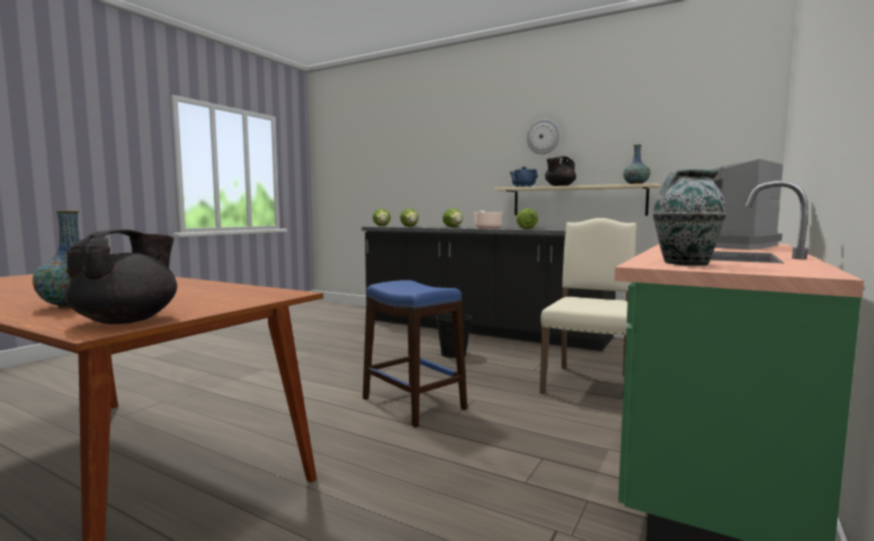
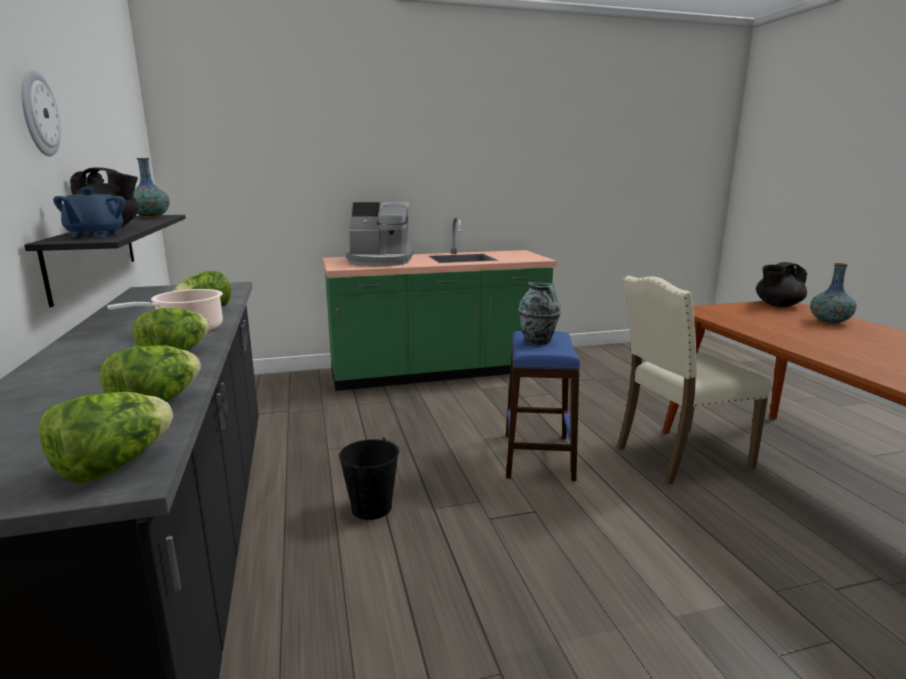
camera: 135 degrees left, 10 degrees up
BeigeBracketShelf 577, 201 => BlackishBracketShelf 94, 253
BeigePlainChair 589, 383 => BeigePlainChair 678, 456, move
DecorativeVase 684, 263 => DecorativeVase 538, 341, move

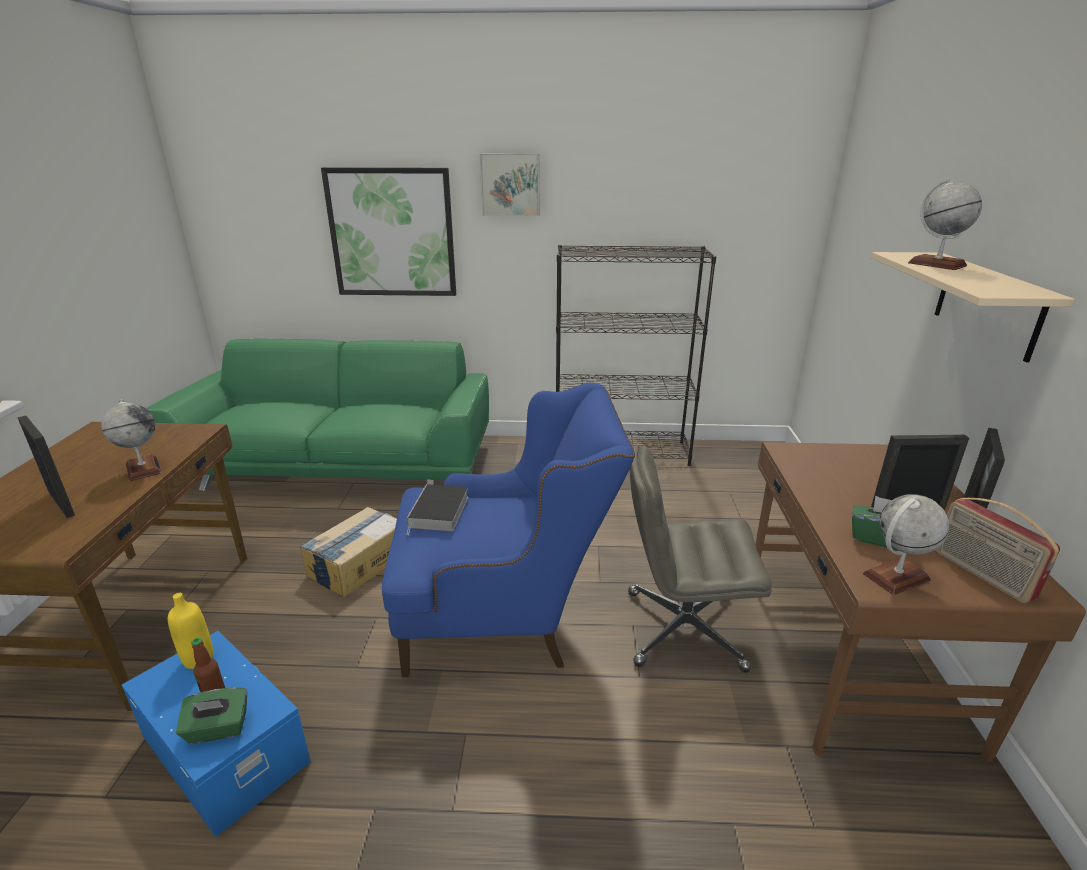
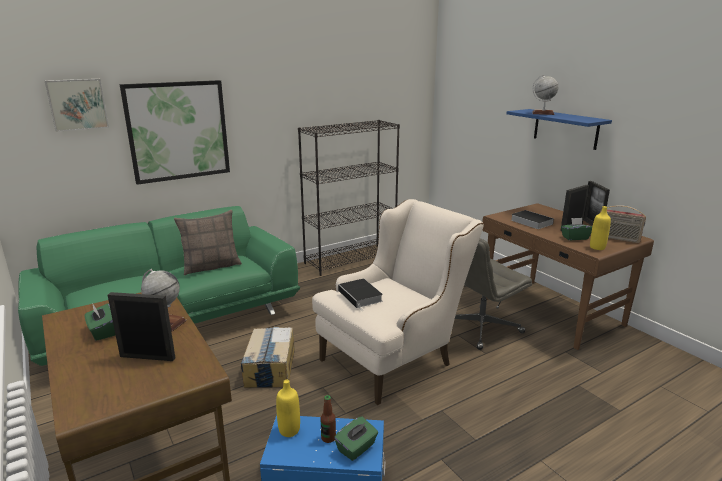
camera: 35 degrees left, 5 degrees down
BlueColouredLoungeChair 505, 617 => BeigeLoungeChair 394, 357
Picture 510, 184 => Picture 77, 104, move
WorldGlobe 896, 577 => YellowBottle 597, 247
BeigeBracketShelf 987, 304 => BlueColouredBracketShelf 565, 129
nothing => GreenColouredTissueHolder 102, 331
nothing => Cushion 211, 266
nothing => BoundBook 530, 221

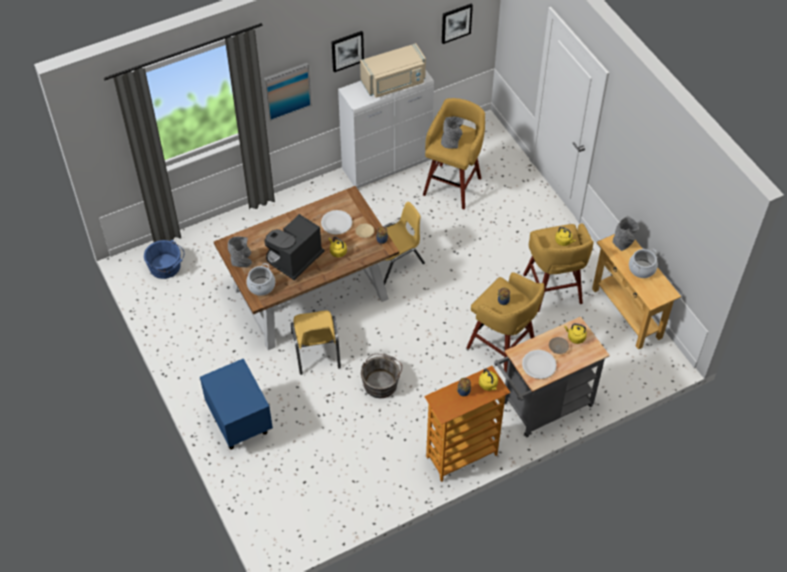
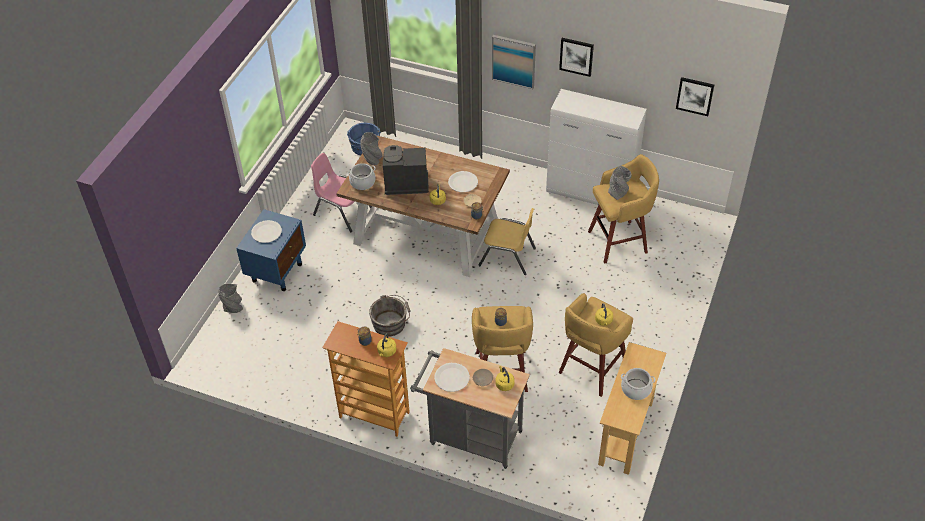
camera: 50 degrees right, 5 degrees down
YellowPlainChair 316, 350 => nothing
BeigeKitchenMicrowave 394, 83 => nothing
GreyDecorativeVase 623, 243 => GreyDecorativeVase 233, 308, move
nothing => WhitishPlate 266, 232
nothing => PinkPlainChair 342, 211

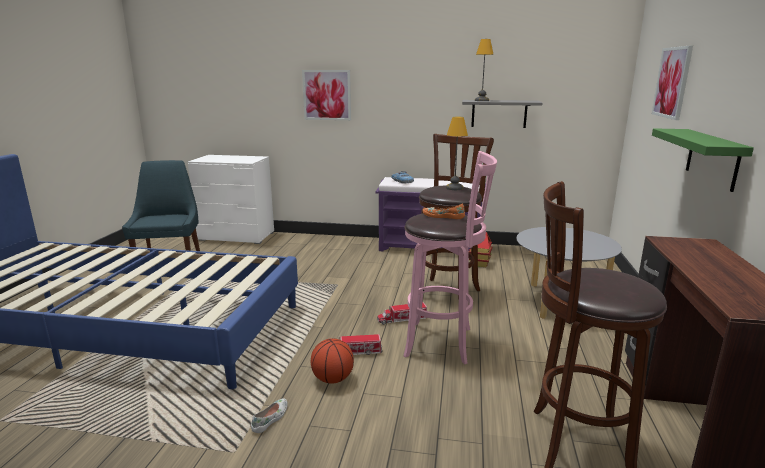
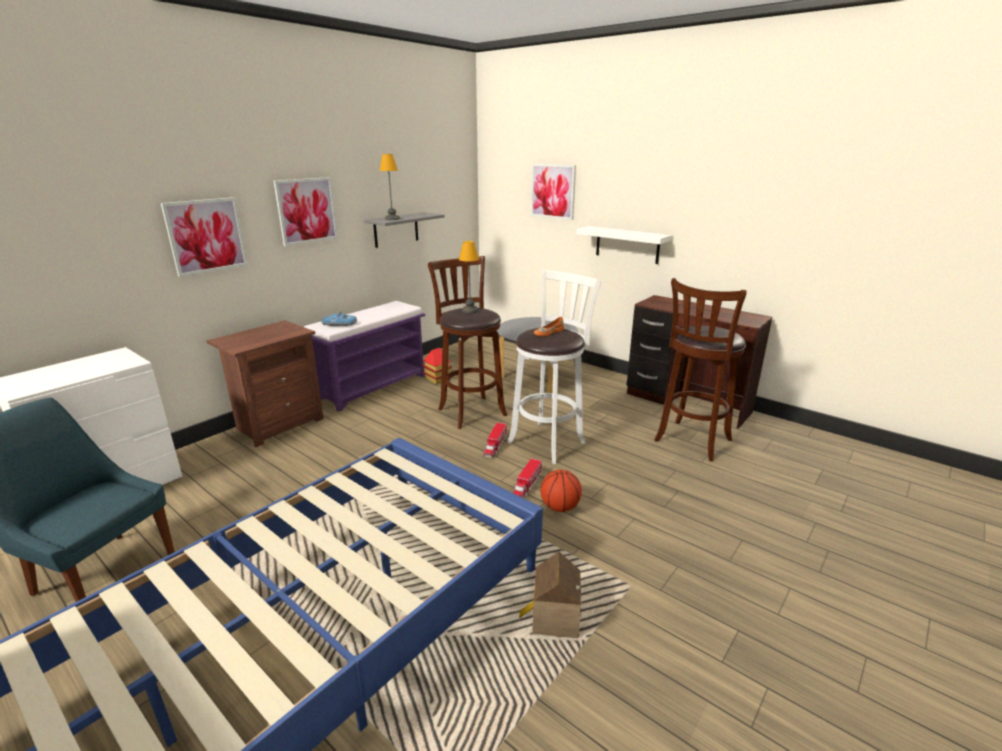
camera: 60 degrees left, 5 degrees up
WhitishShoe 271, 419 => nothing
PinkStool 443, 342 => WhitishStool 548, 441
GreenColouredBracketShelf 712, 158 => WhitishBracketShelf 627, 244
nothing => BrownColouredBedsideTable 278, 424
nothing => Picture 306, 210
nothing => ModelHouse 552, 619

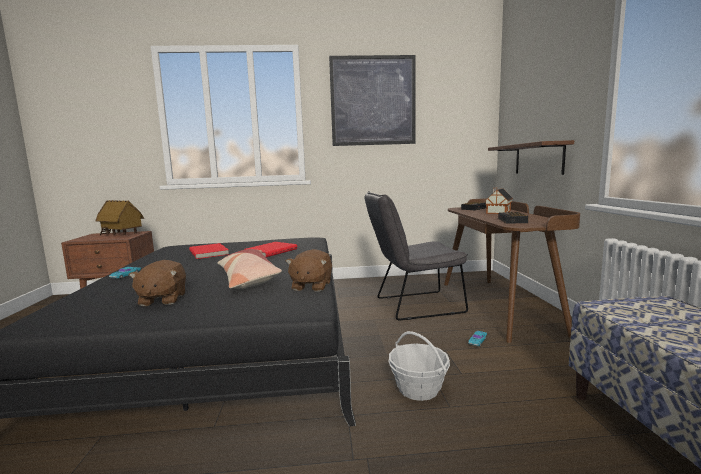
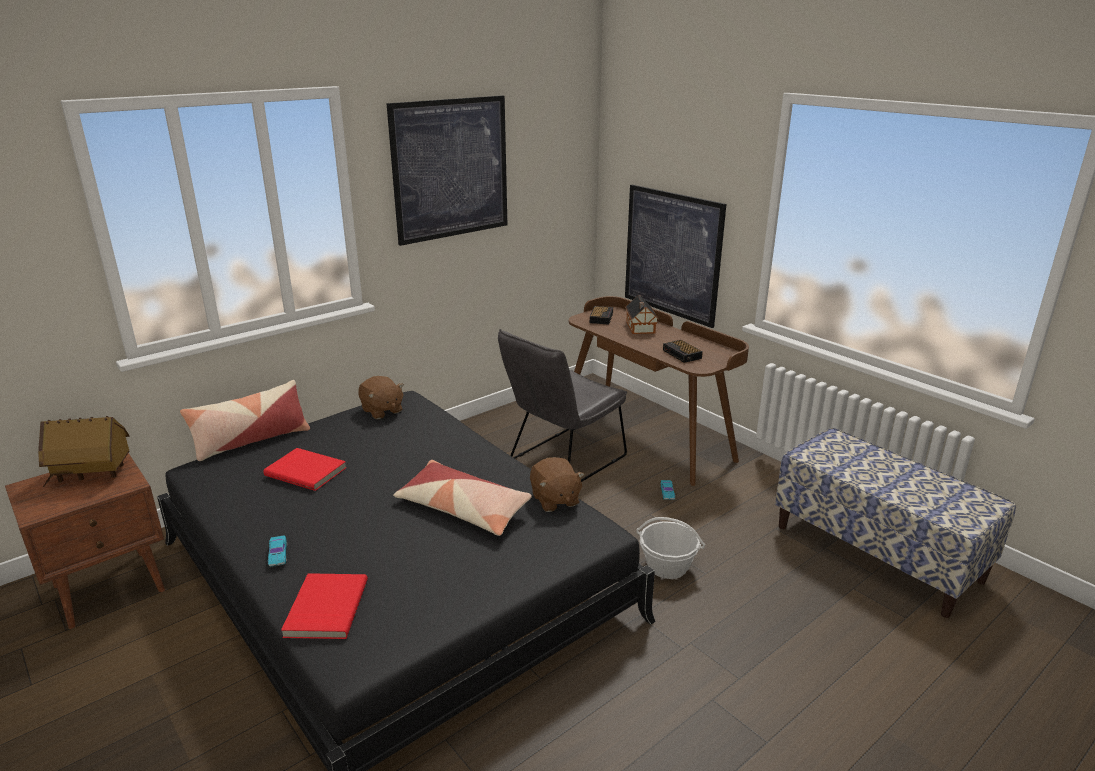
camera: 35 degrees left, 15 degrees up
BrownColouredSoftToy 162, 300 => BrownColouredSoftToy 382, 411, move
RedBoundBook 270, 251 => RedBoundBook 325, 608, move
BrownColouredBracketShelf 538, 159 => Picture 672, 254
nothing => Cushion 251, 440

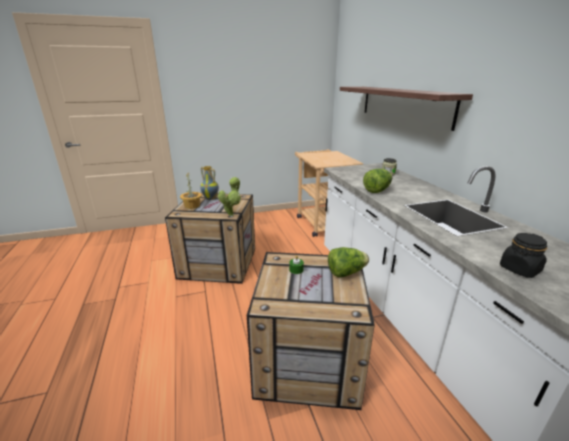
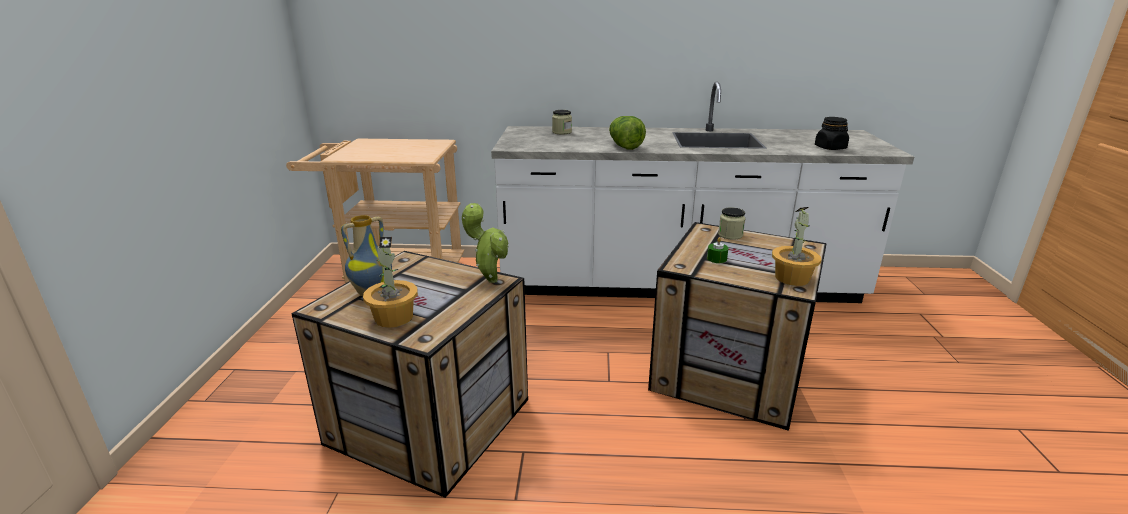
camera: 70 degrees left, 0 degrees up
HeadOfLettuce 346, 272 => Jar 730, 235
BracketShelf 403, 105 => nothing
nothing => Houseplant 792, 278

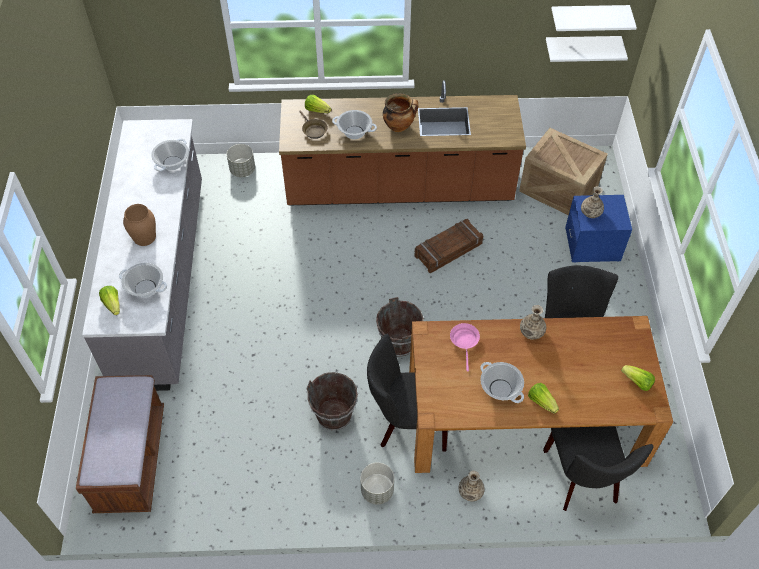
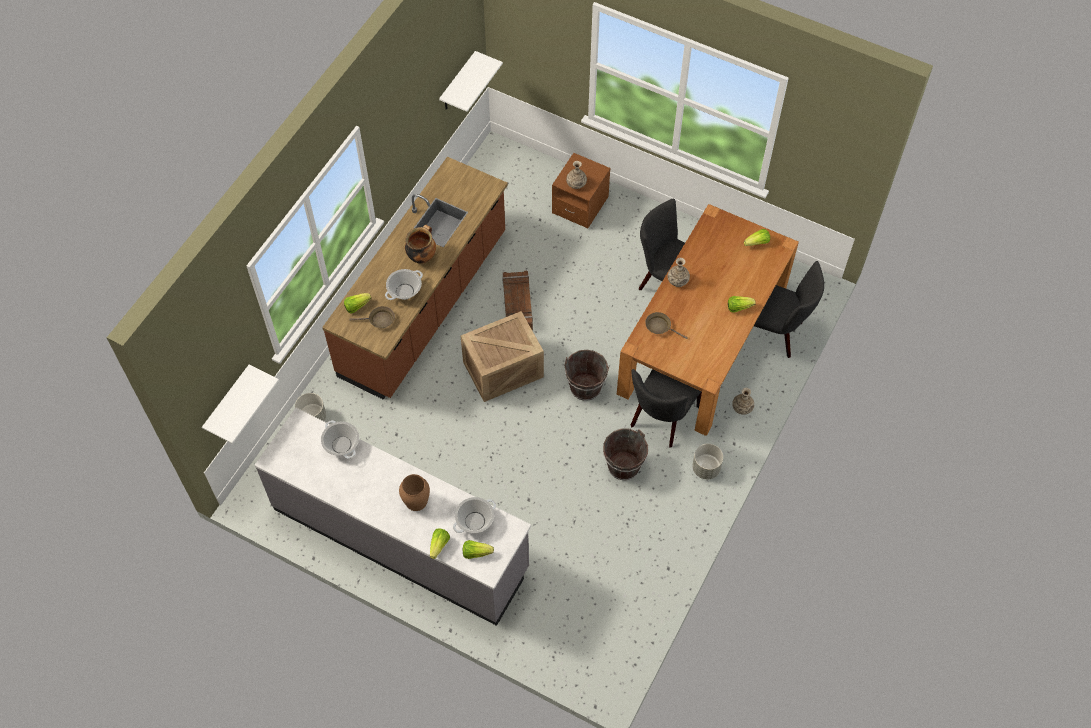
camera: 60 degrees left, 5 degrees up
BrownColouredIndoorBench 131, 460 => nothing
PinkPan 464, 341 => BrownColouredPan 660, 326
Saucepot 500, 389 => nothing
ShippingCrate 557, 189 => ShippingCrate 502, 370, move
WhitishBracketShelf 588, 17 => WhitishBracketShelf 228, 402, move
BlueColouredBedsideTable 592, 245 => BrownColouredBedsideTable 580, 205
nothing => HeadOfLettuce 439, 545

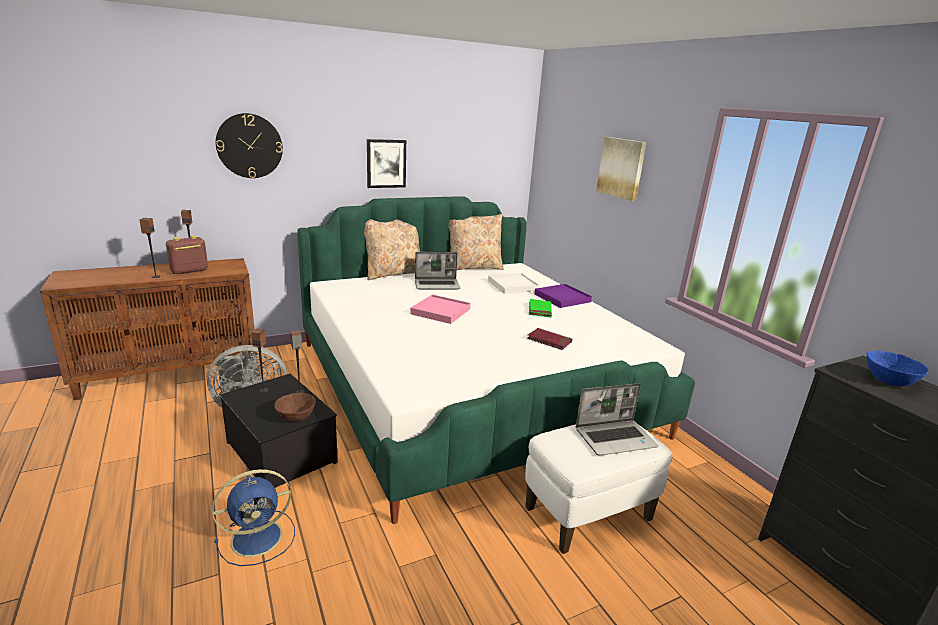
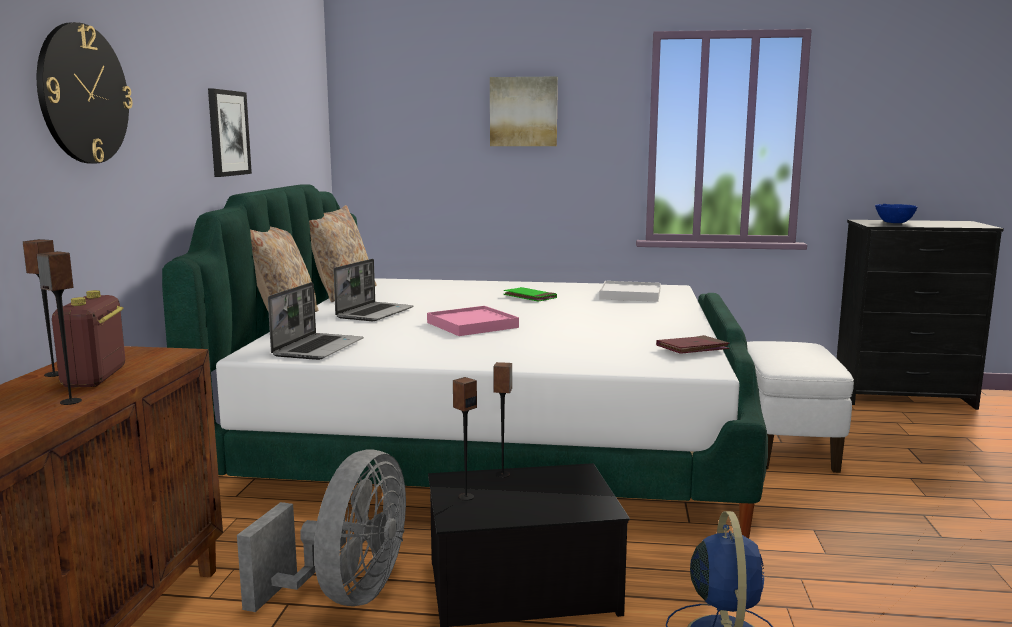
camera: 55 degrees left, 10 degrees down
BrownColouredDeepDish 296, 417 => nothing
WhitishCarryingTray 512, 285 => WhitishCarryingTray 630, 295, move
RedBoundBook 549, 341 => RedBoundBook 692, 348, move
PurplishCarryingTray 562, 298 => nothing
Laptop 616, 438 => Laptop 318, 348, move

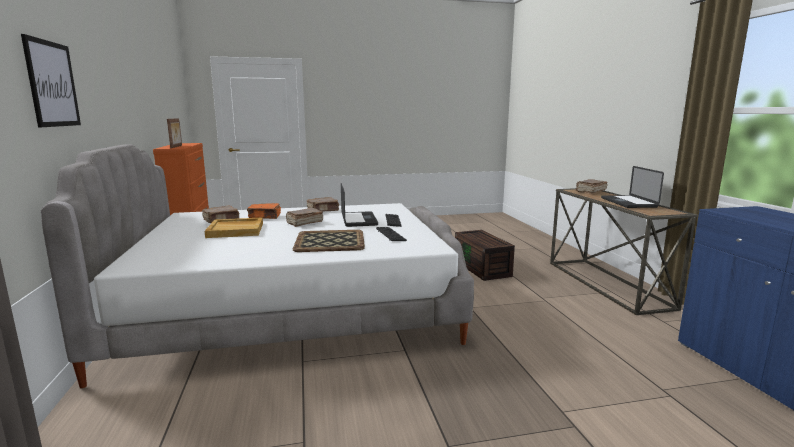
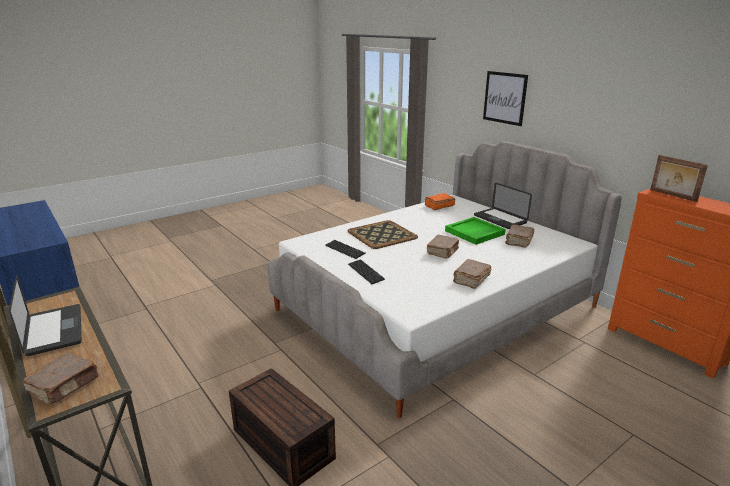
camera: 155 degrees right, 10 degrees up
BeigeCarryingTray 236, 230 => GreenColouredCarryingTray 474, 233
OrangeyBoundBook 265, 217 => OrangeyBoundBook 439, 206, move
Laptop 359, 220 => Laptop 500, 219, move

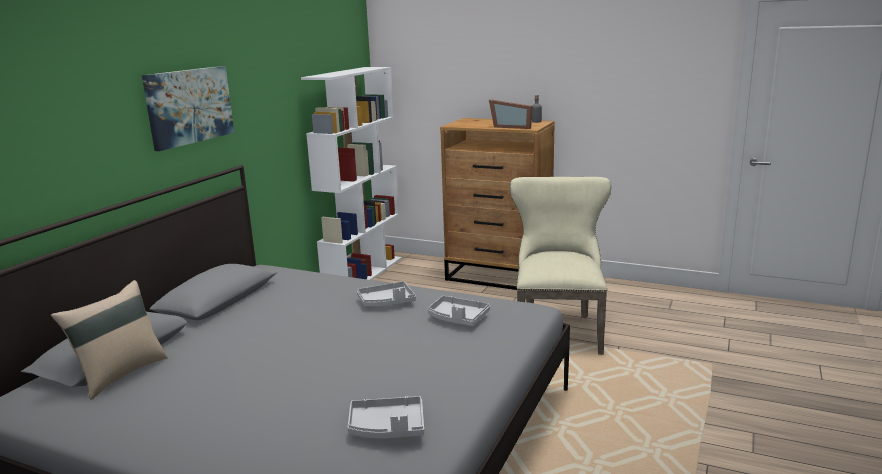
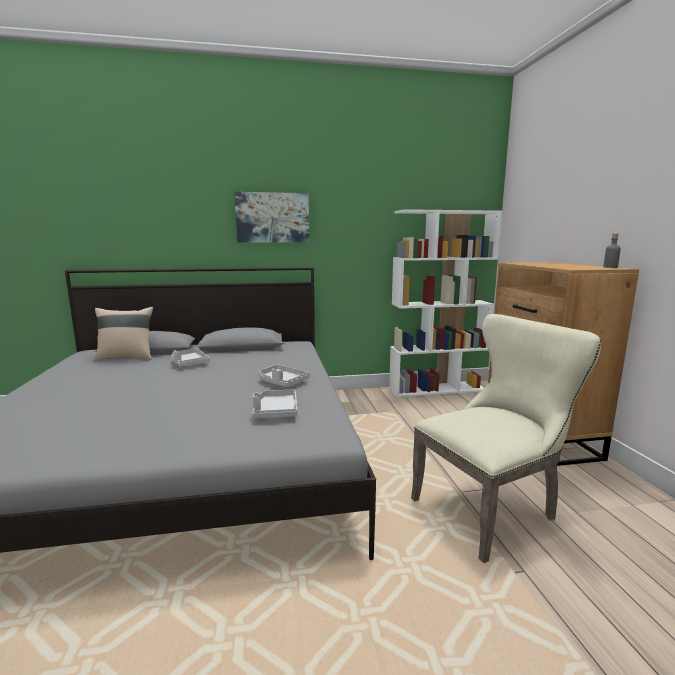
camera: 55 degrees right, 5 degrees down
GreyCarryingTray 387, 428 => GreyCarryingTray 189, 363, move
PictureFrame 511, 127 => nothing

